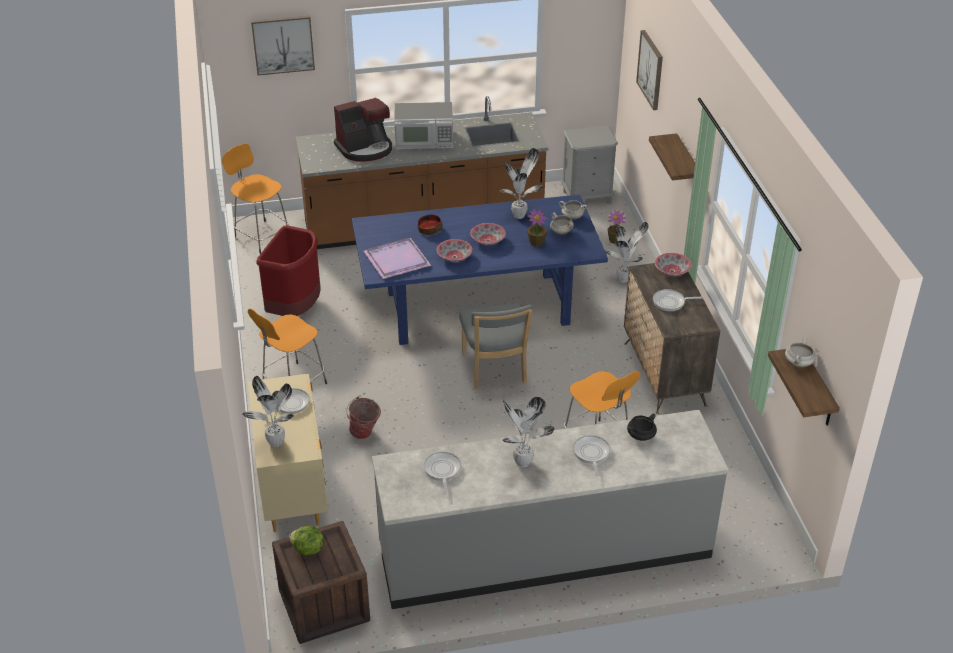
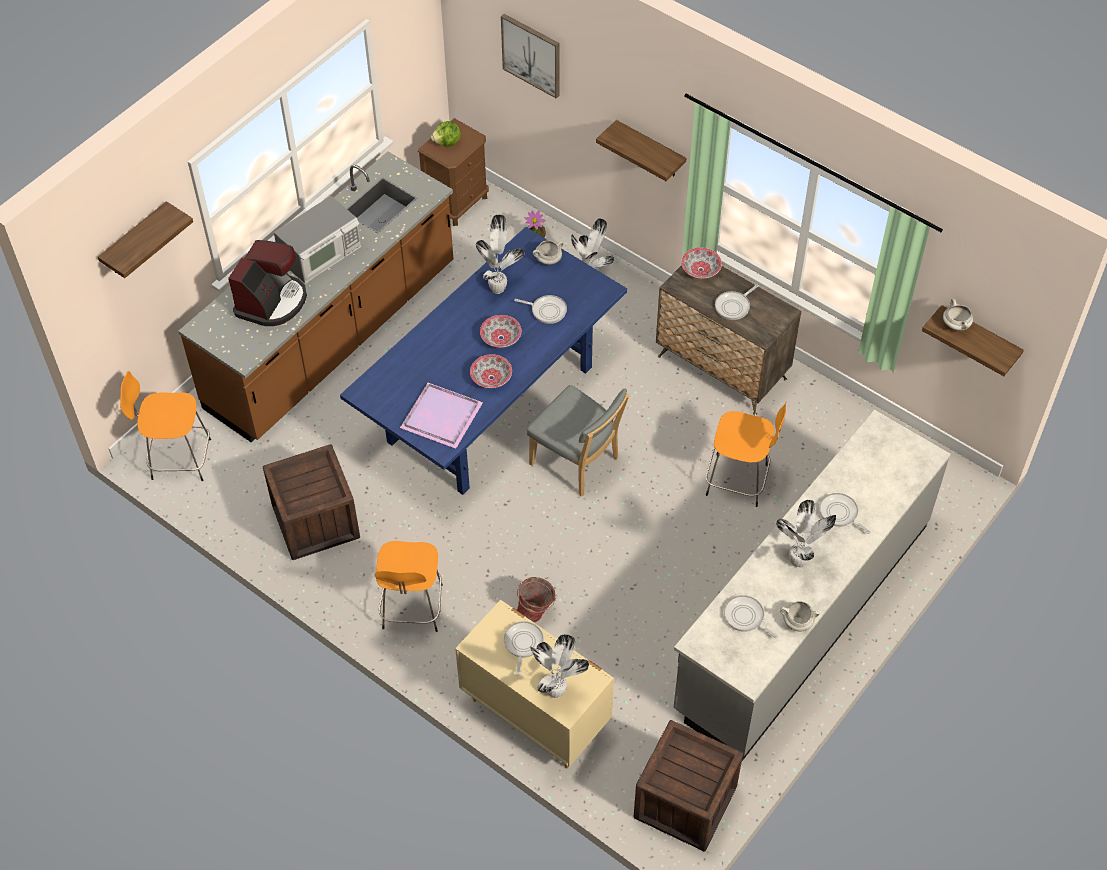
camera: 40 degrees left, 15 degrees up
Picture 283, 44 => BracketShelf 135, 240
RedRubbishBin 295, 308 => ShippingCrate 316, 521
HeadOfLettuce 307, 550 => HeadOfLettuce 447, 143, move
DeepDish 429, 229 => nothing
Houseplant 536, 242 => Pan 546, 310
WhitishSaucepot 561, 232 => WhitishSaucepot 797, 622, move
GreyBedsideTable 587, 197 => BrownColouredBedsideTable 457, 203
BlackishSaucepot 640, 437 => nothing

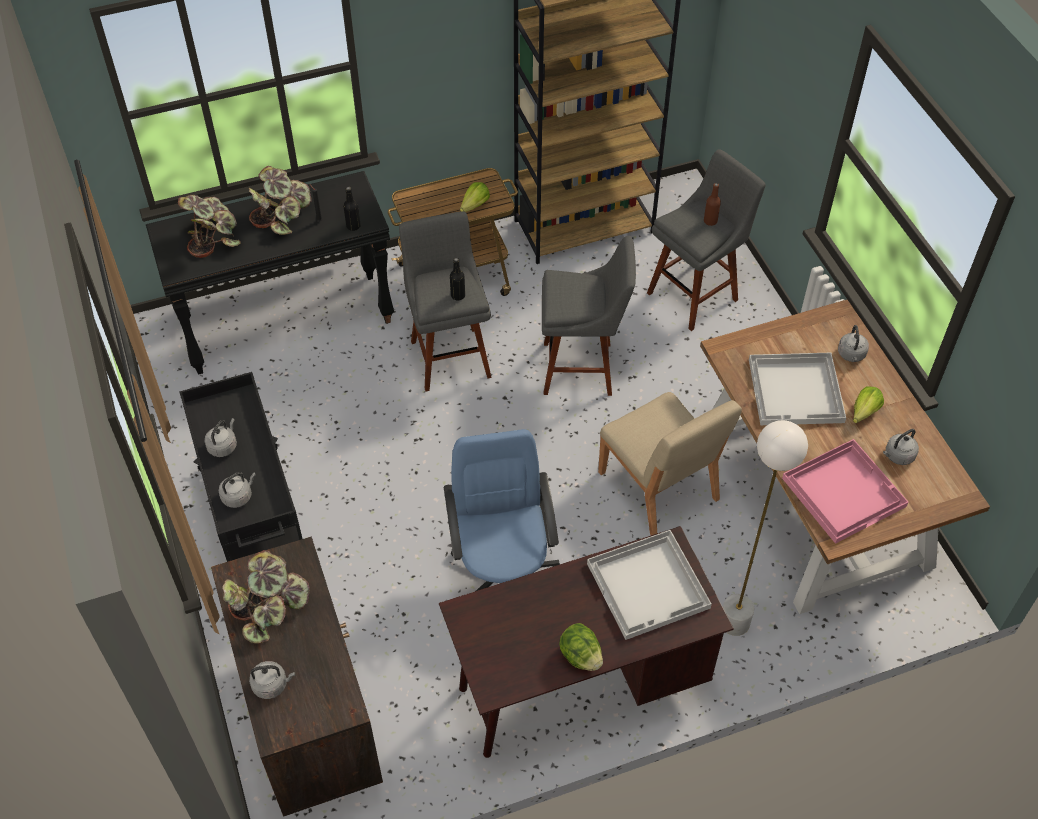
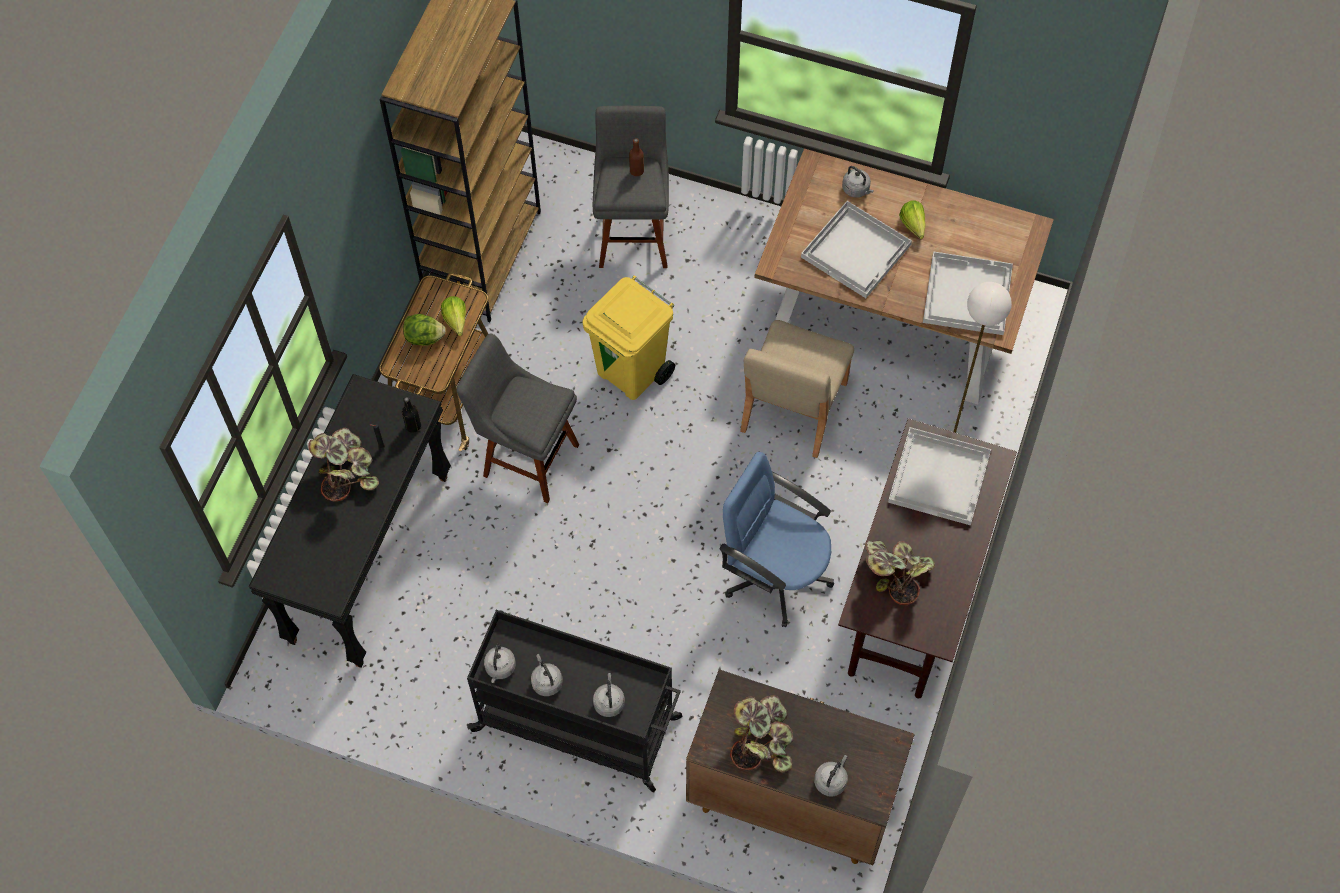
camera: 50 degrees left, 10 degrees up
Houseplant 213, 237 => Houseplant 895, 574, move
BlackishBottle 458, 295 => nothing
GreyStool 582, 368 => YellowRubbishBin 632, 372
HeadOfLettuce 580, 656 => HeadOfLettuce 424, 338, move
BeigePlainChair 658, 487 => BeigePlainChair 792, 408, 105 degrees clockwise
PinkCarryingTray 844, 491 => WhitishCarryingTray 966, 294
GreyKettle 898, 456 => GreyKettle 500, 668, move

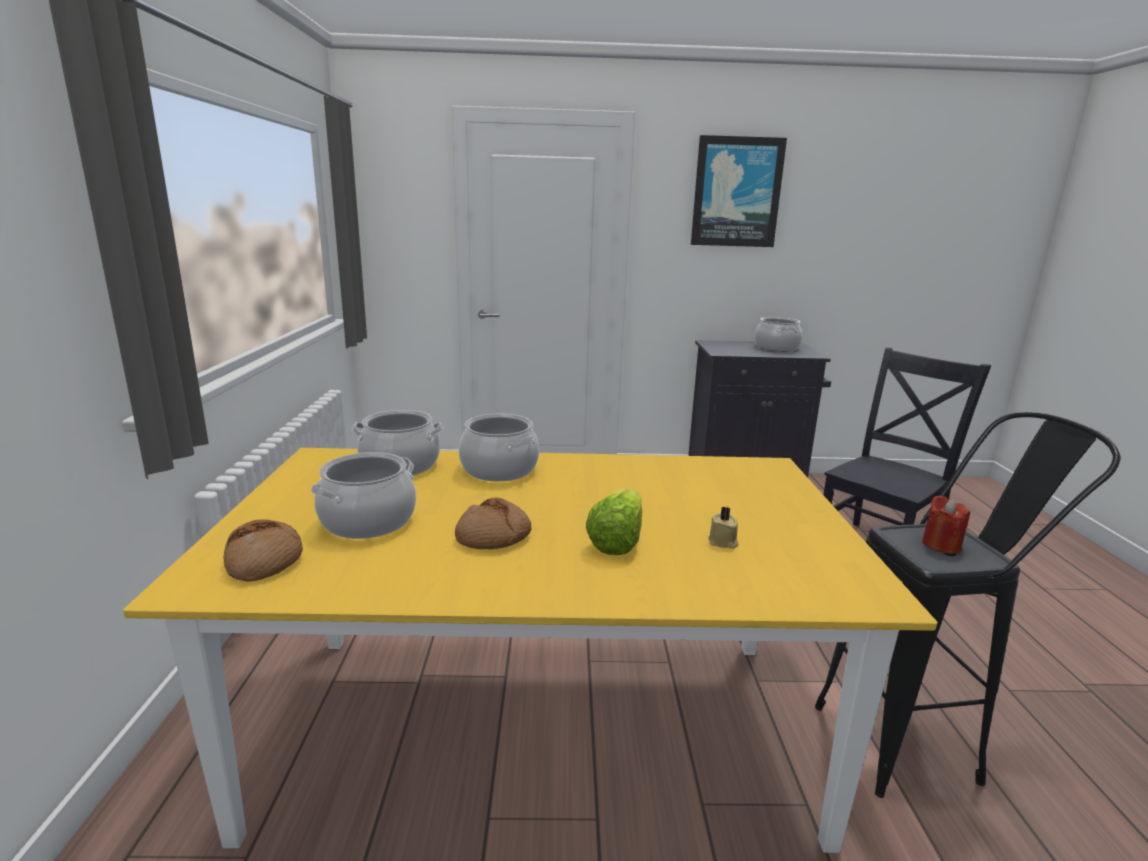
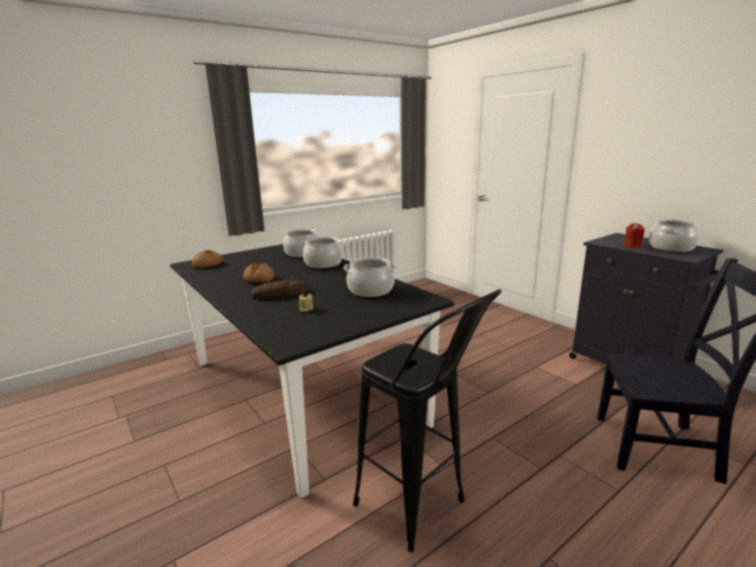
camera: 55 degrees right, 0 degrees up
YellowDinnerTable 538, 729 => BlackishDinnerTable 300, 391
Saucepot 368, 520 => Saucepot 371, 290, move
HeadOfLettuce 617, 541 => Bread 281, 294
Picture 736, 192 => nothing
RedWaxCandle 941, 545 => RedWaxCandle 632, 245, move

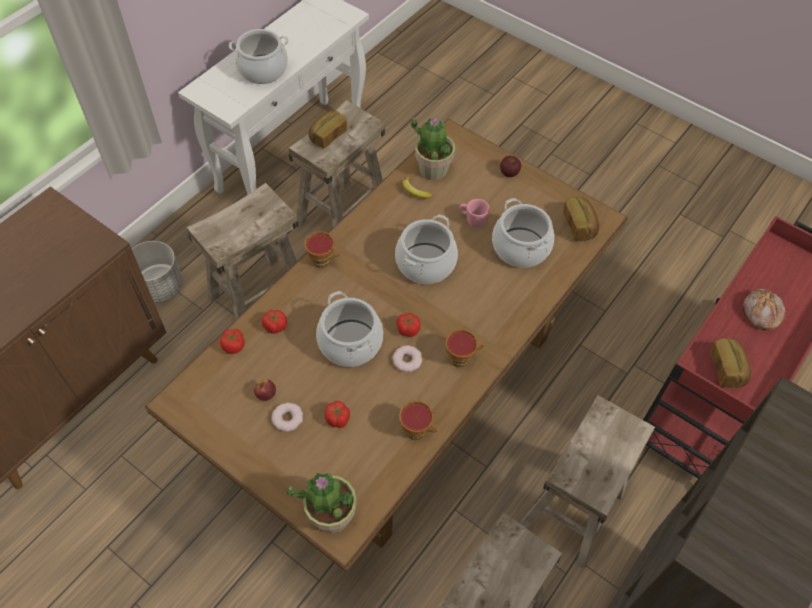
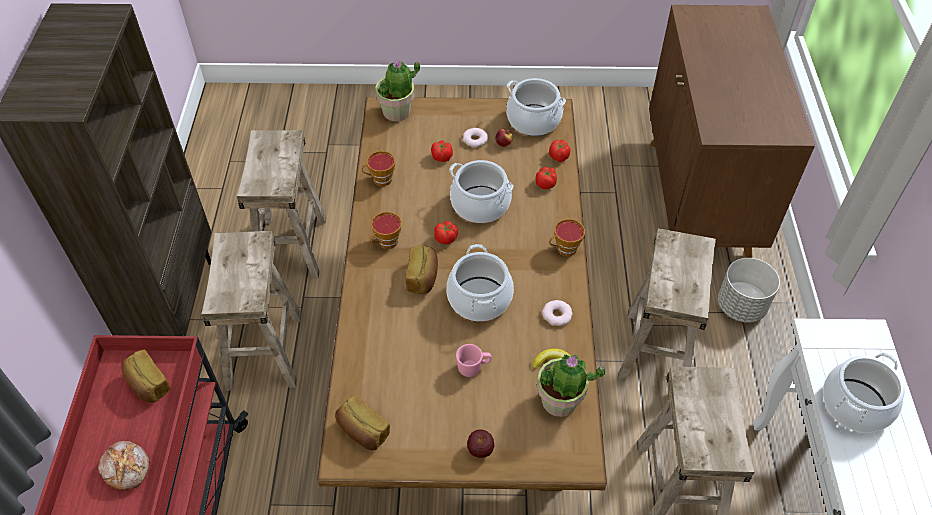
camera: 145 degrees right, 5 degrees down
Bread 327, 136 => Bread 423, 277, move
Doughnut 407, 360 => Doughnut 557, 315, move
Saucepot 520, 247 => Saucepot 533, 120, move

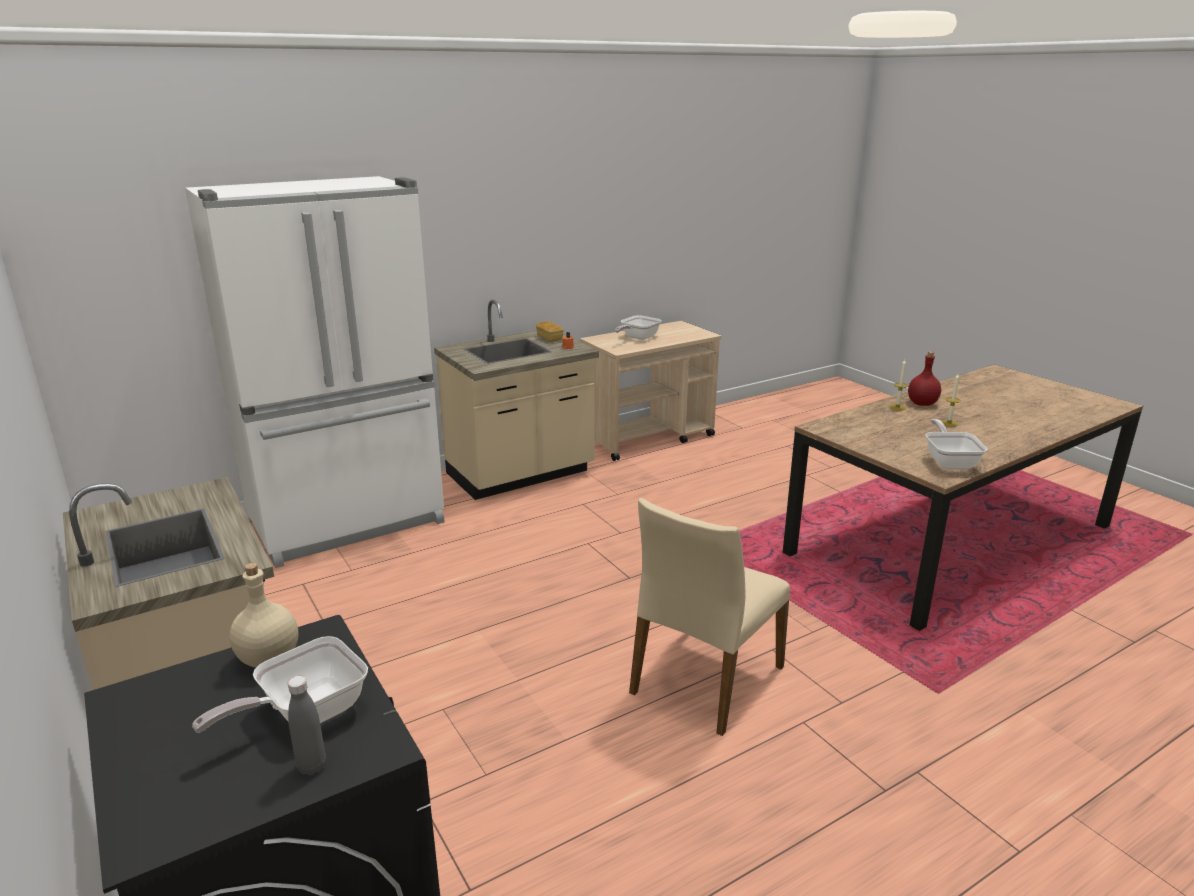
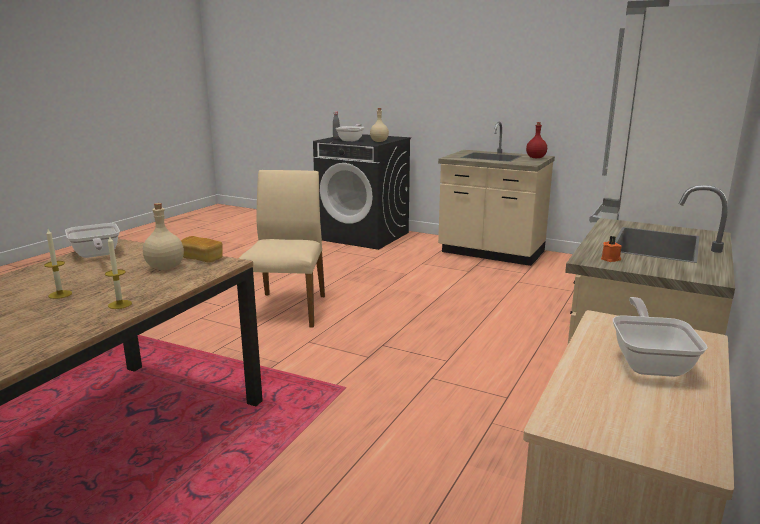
camera: 150 degrees right, 5 degrees down
Bread 549, 338 => Bread 202, 259, move
RedBottle 922, 404 => RedBottle 535, 158, move
nothing => BeigeBottle 165, 268

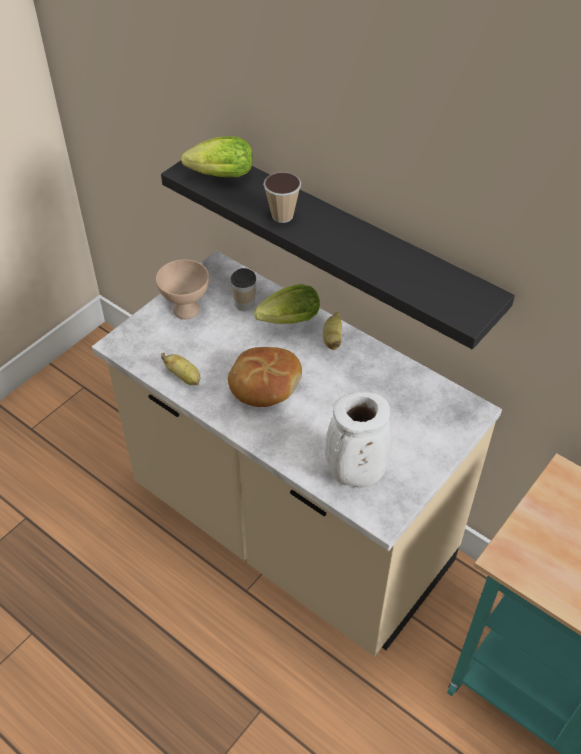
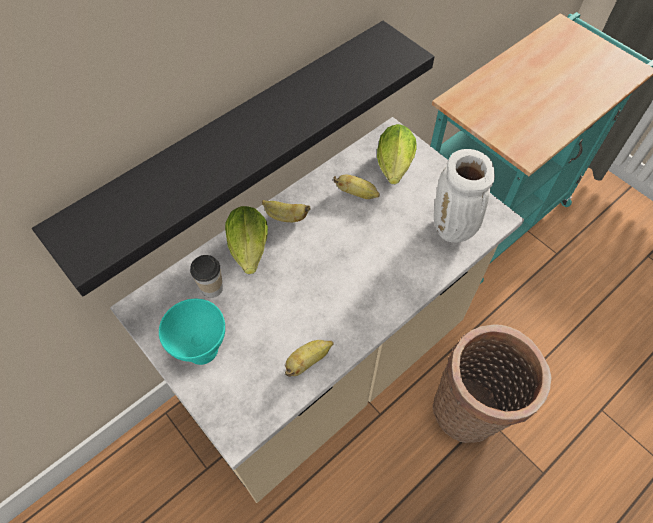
camera: 80 degrees left, 10 degrees up
BeigeDeepDish 185, 309 => TurquoiseDeepDish 201, 350
HeadOfLettuce 218, 176 => HeadOfLettuce 394, 169, move
Bread 264, 384 => nothing
SmallCup 282, 216 => nothing
nothing => Banana 357, 193
nothing => Basket 470, 411

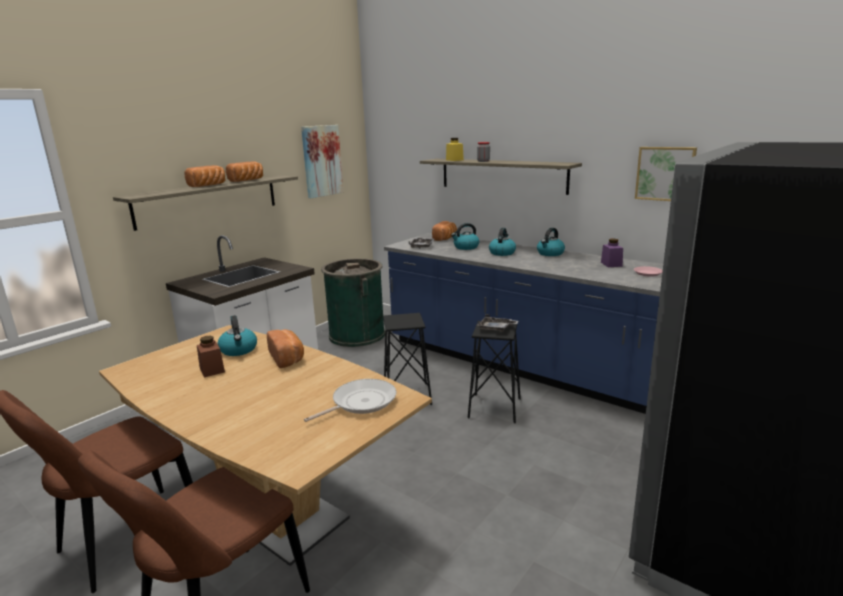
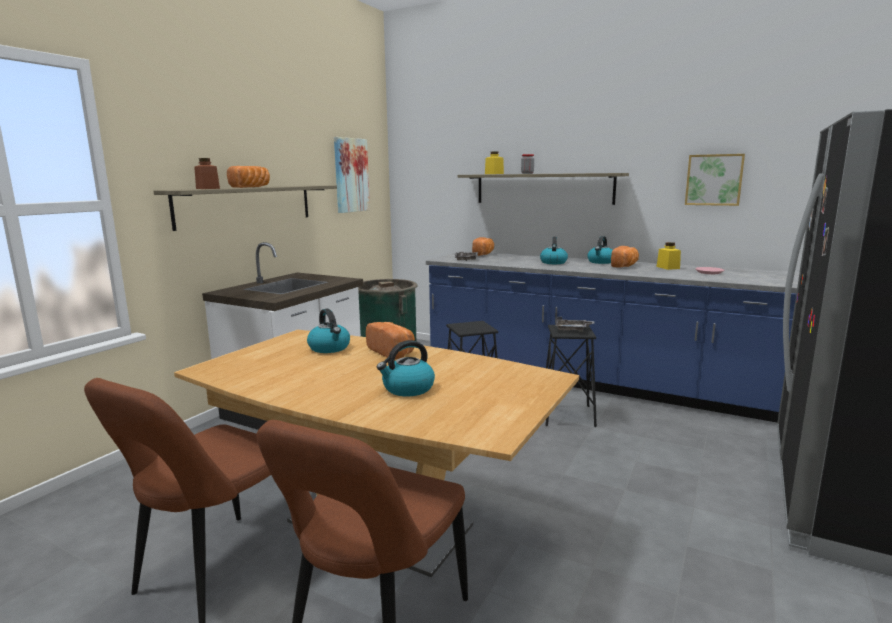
camera: 10 degrees left, 5 degrees down
BrownColouredJar 212, 370 => BrownColouredJar 207, 188, move
Bread 247, 180 => Bread 625, 266, move
Pan 361, 402 => nothing
Kettle 466, 247 => Kettle 407, 389, move
PurplishJar 611, 264 => YellowJar 668, 267

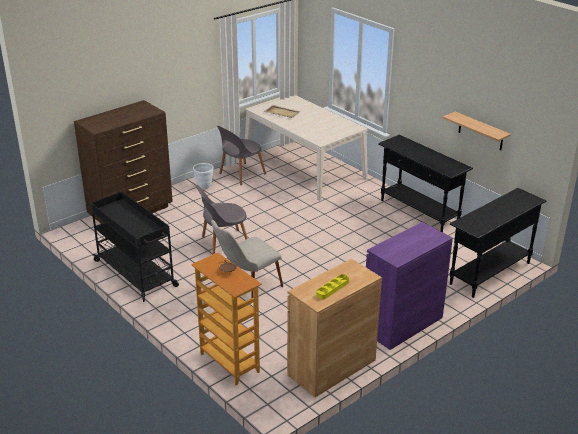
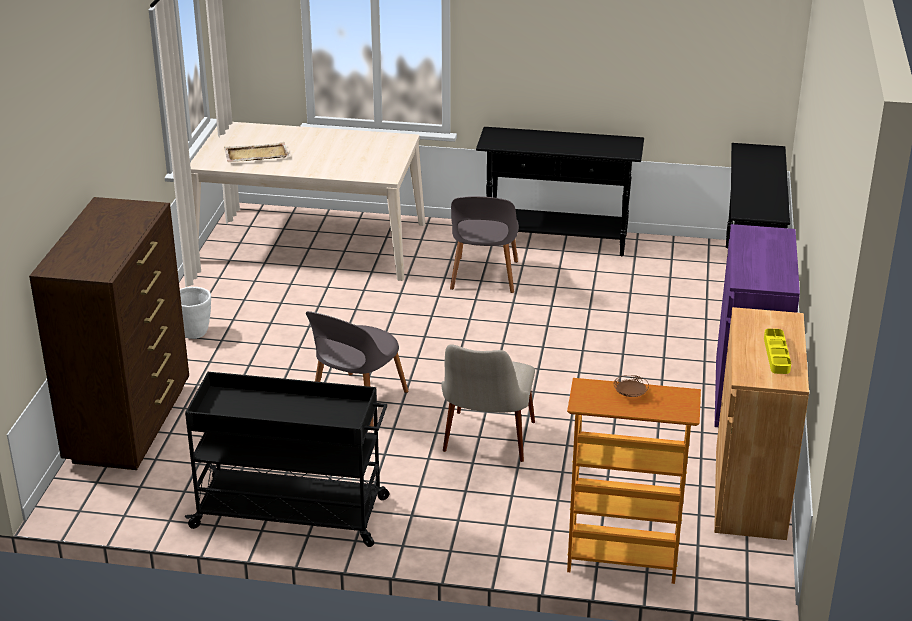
camera: 40 degrees left, 0 degrees up
GreyPlainChair 241, 174 => GreyPlainChair 484, 277, move
BracketShelf 481, 131 => nothing

